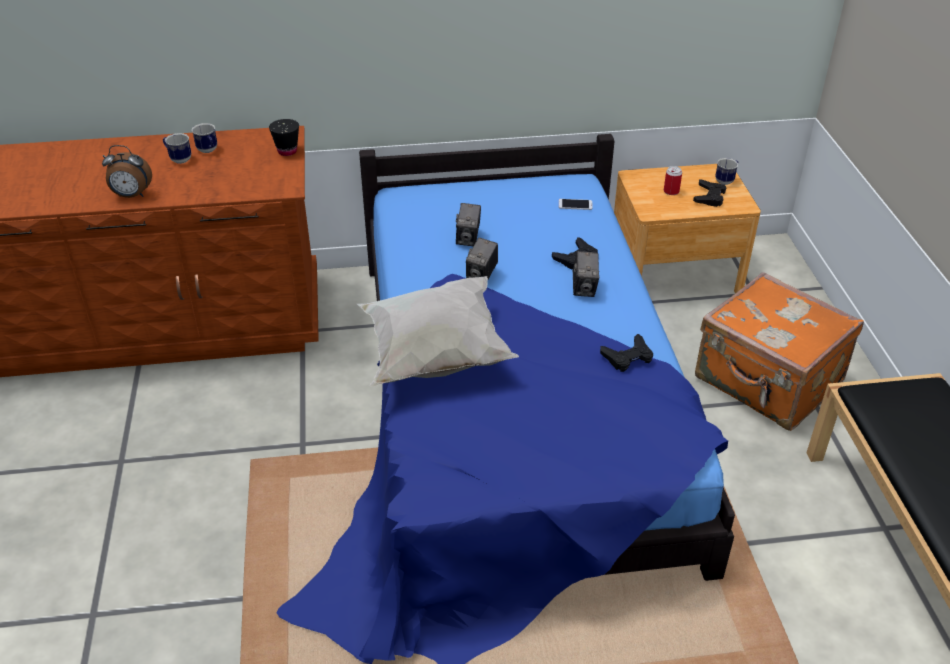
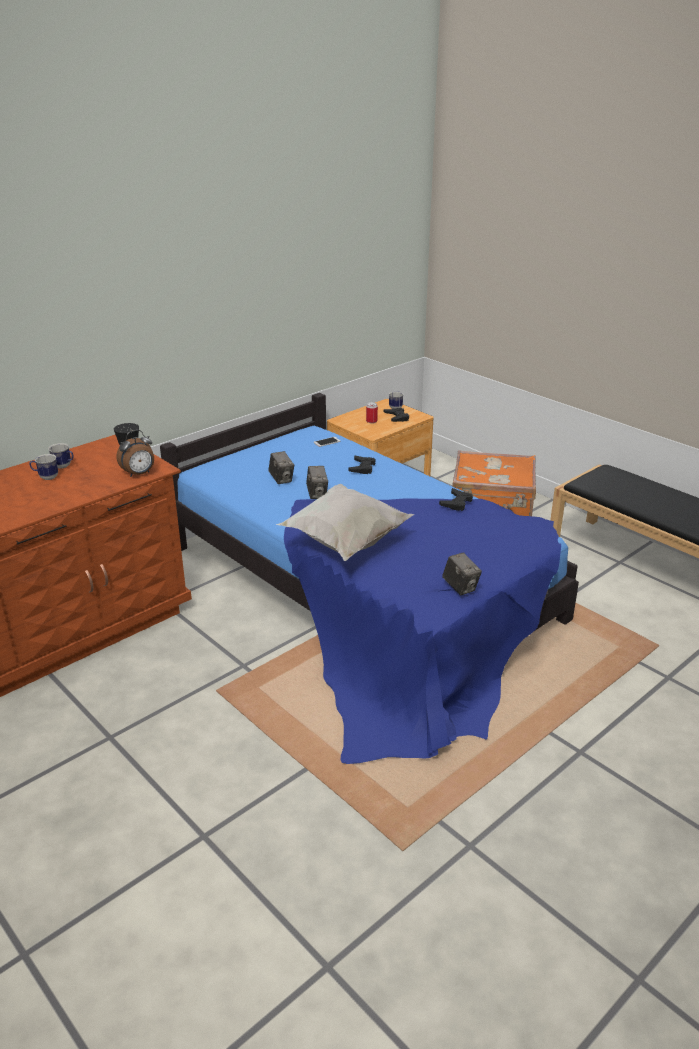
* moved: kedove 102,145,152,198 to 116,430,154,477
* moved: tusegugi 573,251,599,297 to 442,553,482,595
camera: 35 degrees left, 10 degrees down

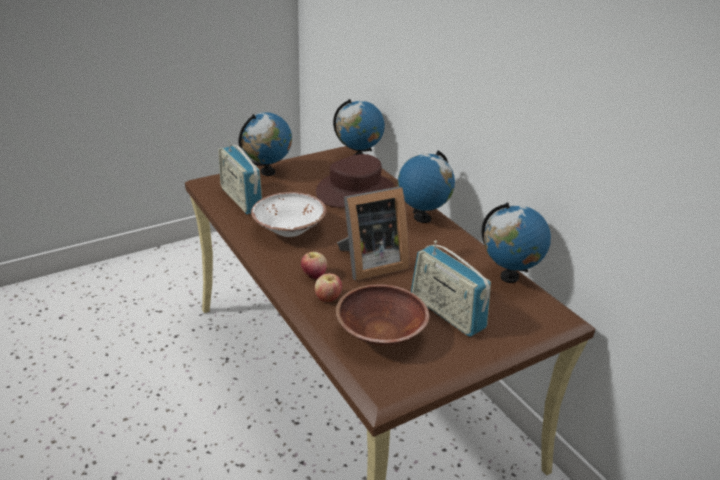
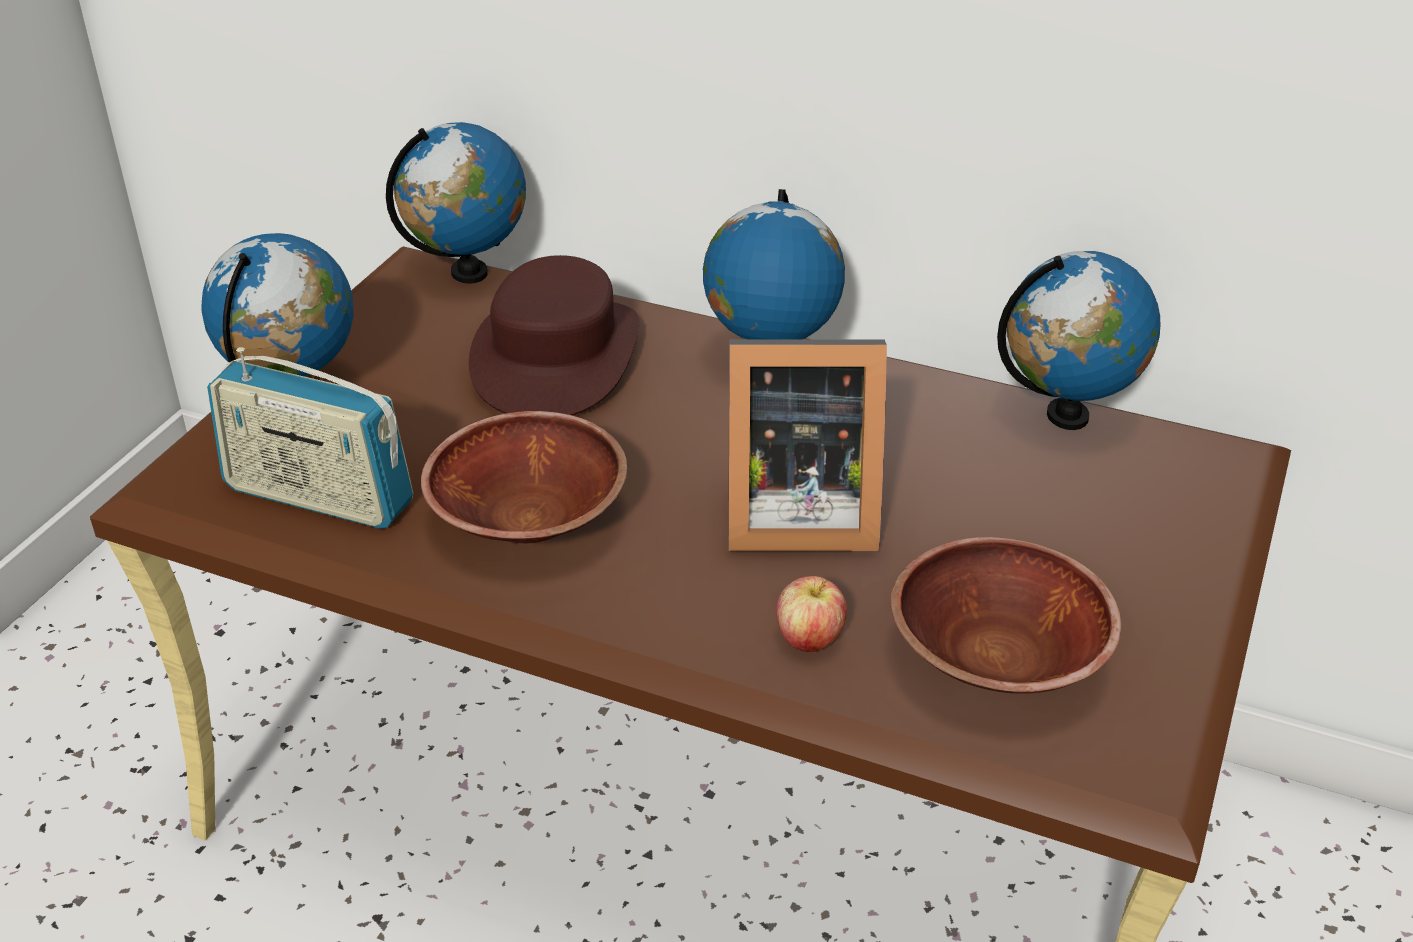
* recoloured: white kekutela 251,192,326,237 to brown kekutela 421,411,627,544
* removed: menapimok 301,252,327,279
* turned: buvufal 337,187,410,281 = 728,339,887,551 60 degrees clockwise
* removed: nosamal 411,240,491,336
camera: 35 degrees left, 5 degrees up

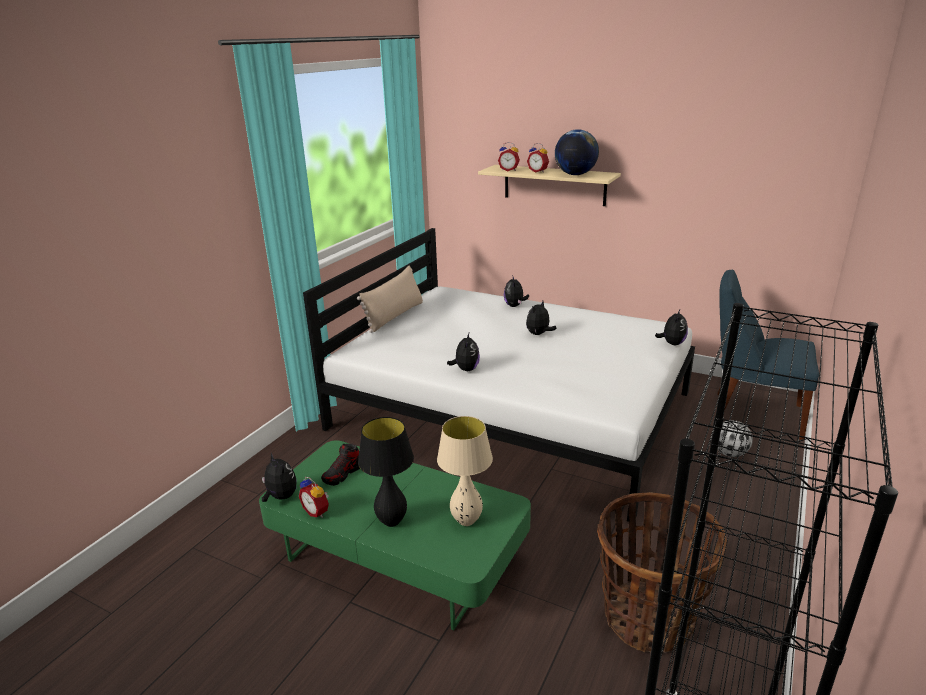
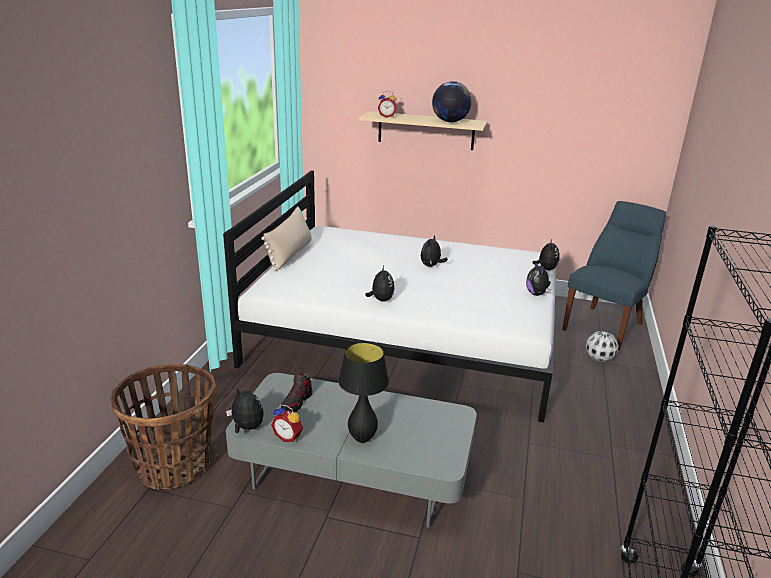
* recoloured: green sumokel 259,440,531,630 to grey sumokel 226,373,477,528
* removed: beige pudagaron 437,416,493,526
* moved: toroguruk 504,277,529,307 to 526,261,551,296
* removed: kedove 527,143,549,173
* moved: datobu 597,492,727,653 to 110,364,216,490
* turned: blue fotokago 717,269,819,440 = 562,201,666,350 120 degrees clockwise
camera: 15 degrees left, 0 degrees up

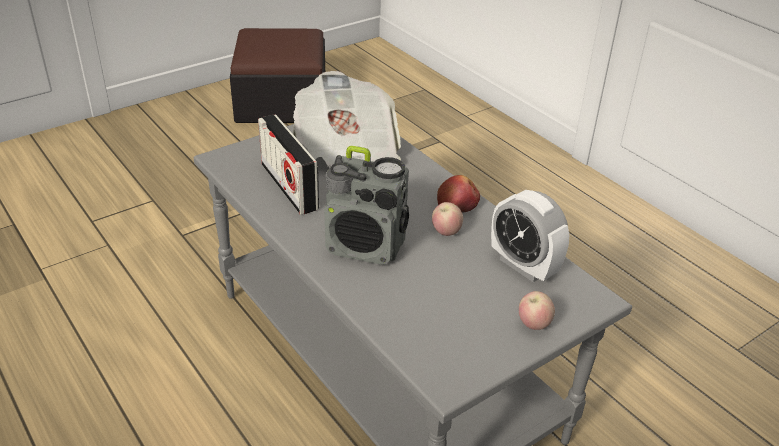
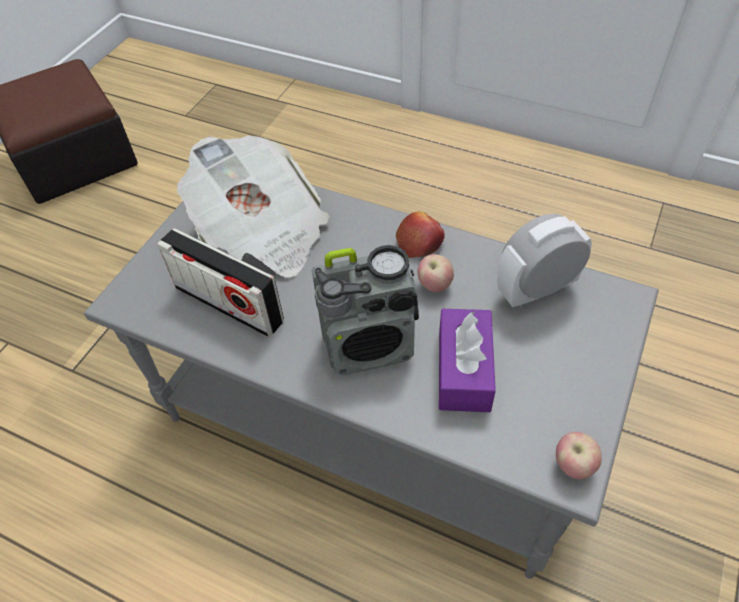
* turned: kedove 491,190,569,282 = 497,214,592,309 135 degrees clockwise
* moved: menapimok 519,291,555,330 to 556,432,602,479
* added: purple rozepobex 439,309,496,412
camera: 25 degrees left, 15 degrees up

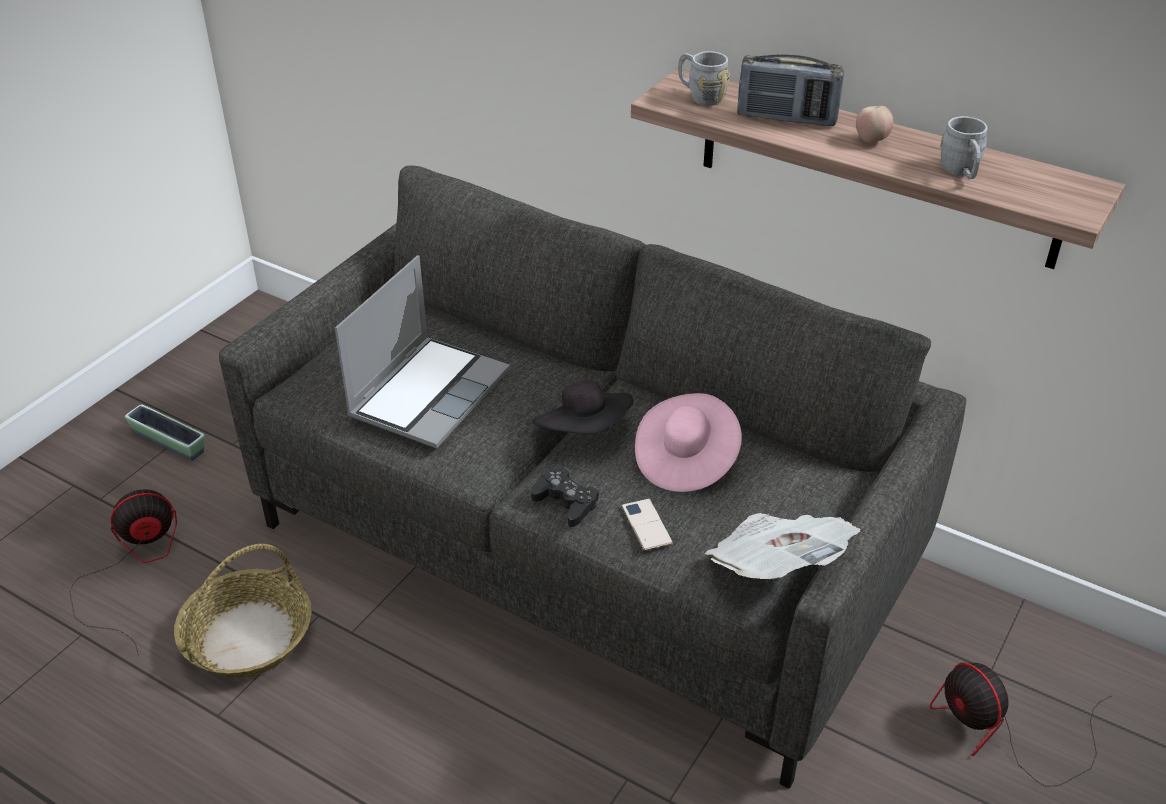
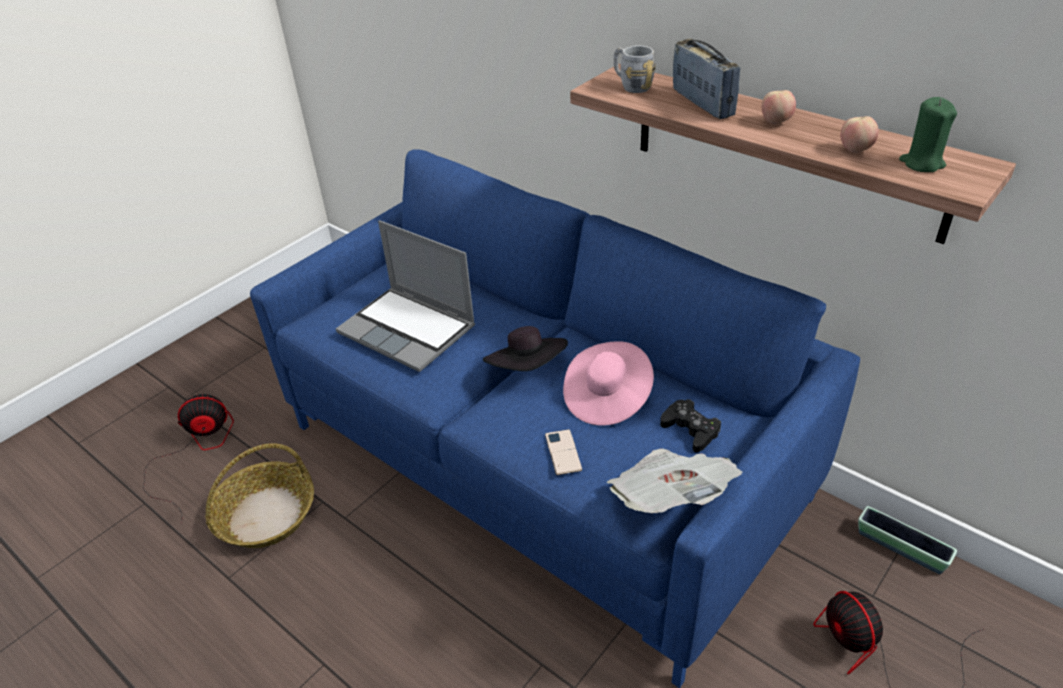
* moved: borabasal 125,404,205,461 to 858,506,957,574
* recoloured: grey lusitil 219,165,966,789 to blue lusitil 250,149,860,688
* turned: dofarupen 335,255,510,449 = 336,220,475,372 90 degrees clockwise
* moved: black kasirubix 531,467,599,527 to 660,399,721,452
* turned: nosamal 737,54,844,126 = 673,39,740,119 135 degrees counterclockwise
* replaced: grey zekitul 940,116,988,179 to menapimok 840,116,879,153
* added: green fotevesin 899,97,957,172
camera: 10 degrees right, 0 degrees up

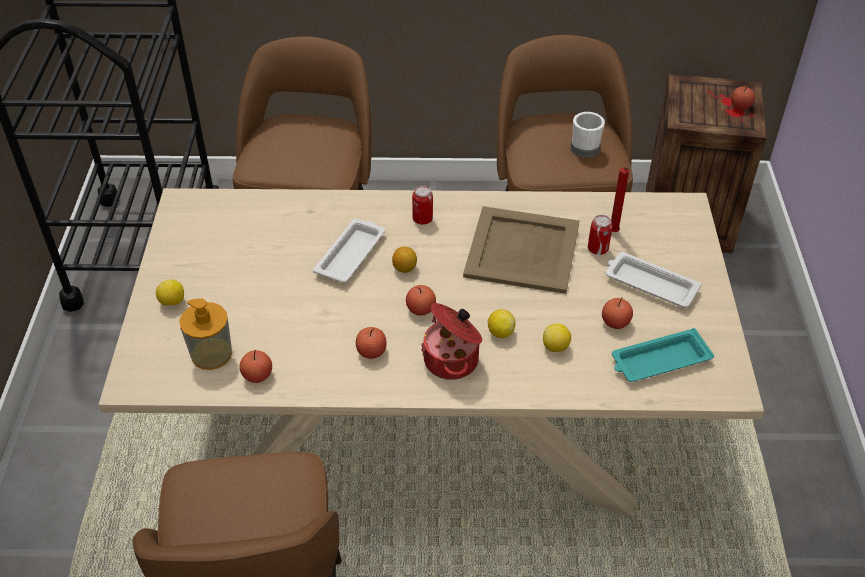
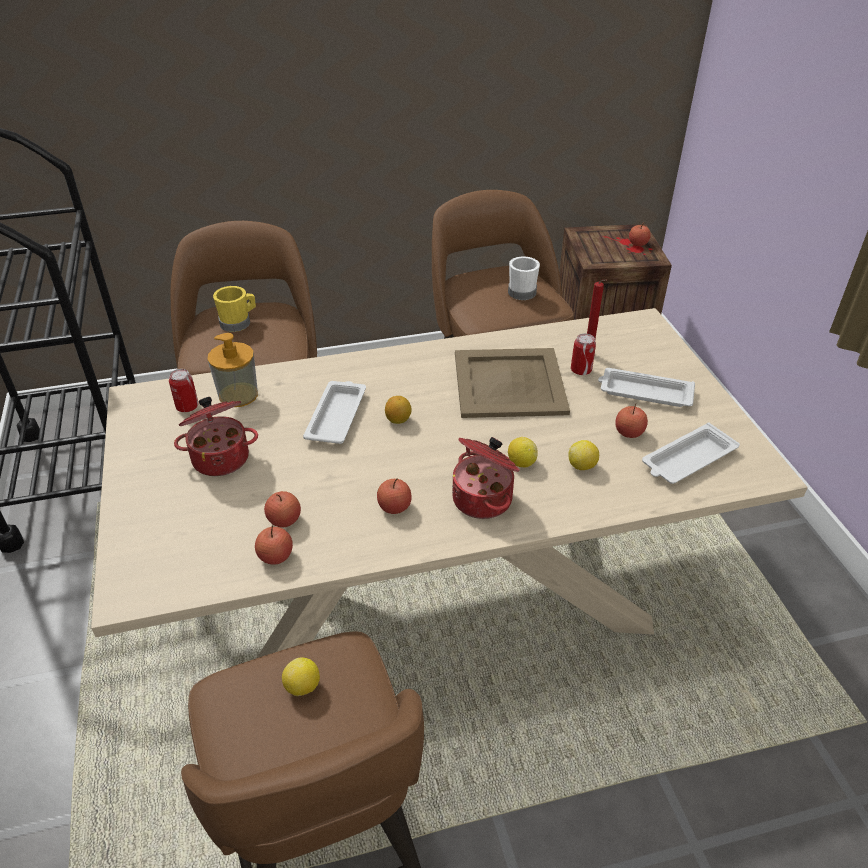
* moved: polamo 156,279,184,306 to 282,657,320,696
* moved: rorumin 179,298,232,370 to 208,333,258,407
* moved: menapimok 406,285,436,316 to 264,491,301,527
* moved: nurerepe 412,185,433,225 to 169,369,199,412
* recoloured: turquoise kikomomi 612,328,714,382 to white kikomomi 642,423,740,484
* added: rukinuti 174,397,258,476
* added: yellow zekitul 213,286,256,332
camera: 15 degrees left, 5 degrees down

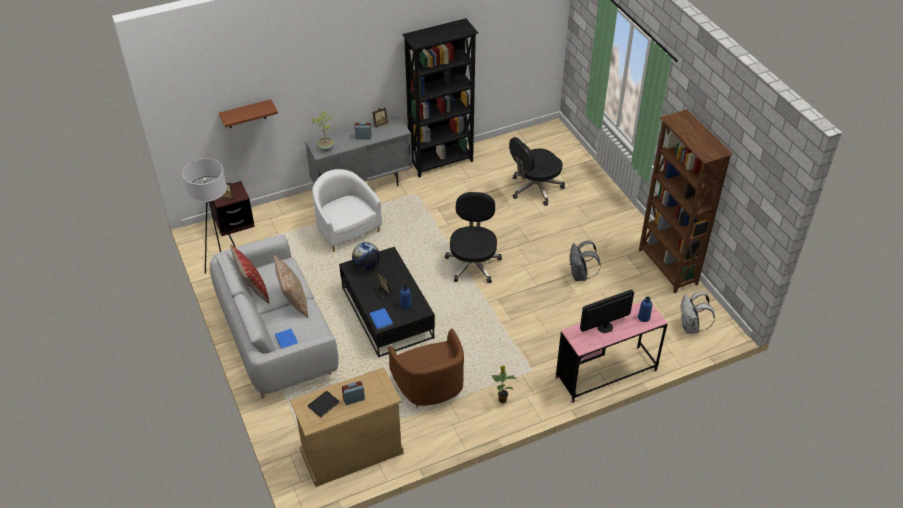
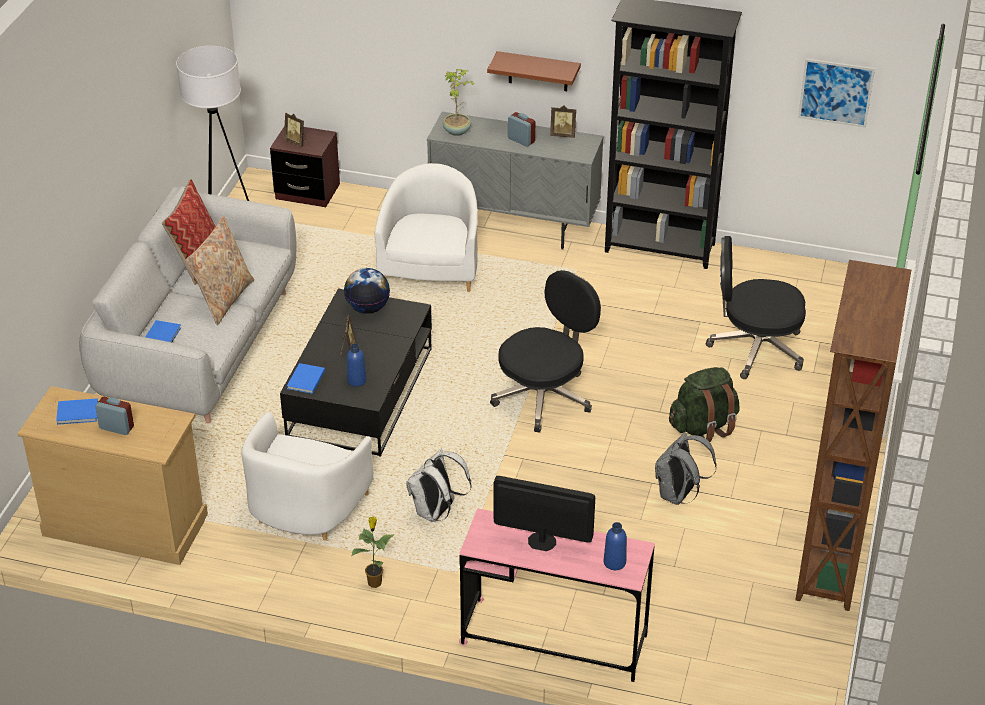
* moved: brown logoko 219,99,278,128 to 487,51,581,91
* recoloured: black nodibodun 308,391,339,418 to blue nodibodun 56,398,98,425
* recoloured: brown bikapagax 388,329,464,408 to white bikapagax 241,412,374,540
* moved: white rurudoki 681,292,715,334 to 406,449,472,522
* added: green rurudoki 669,367,740,442
* added: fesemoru 798,59,875,128
camera: 40 degrees right, 5 degrees down

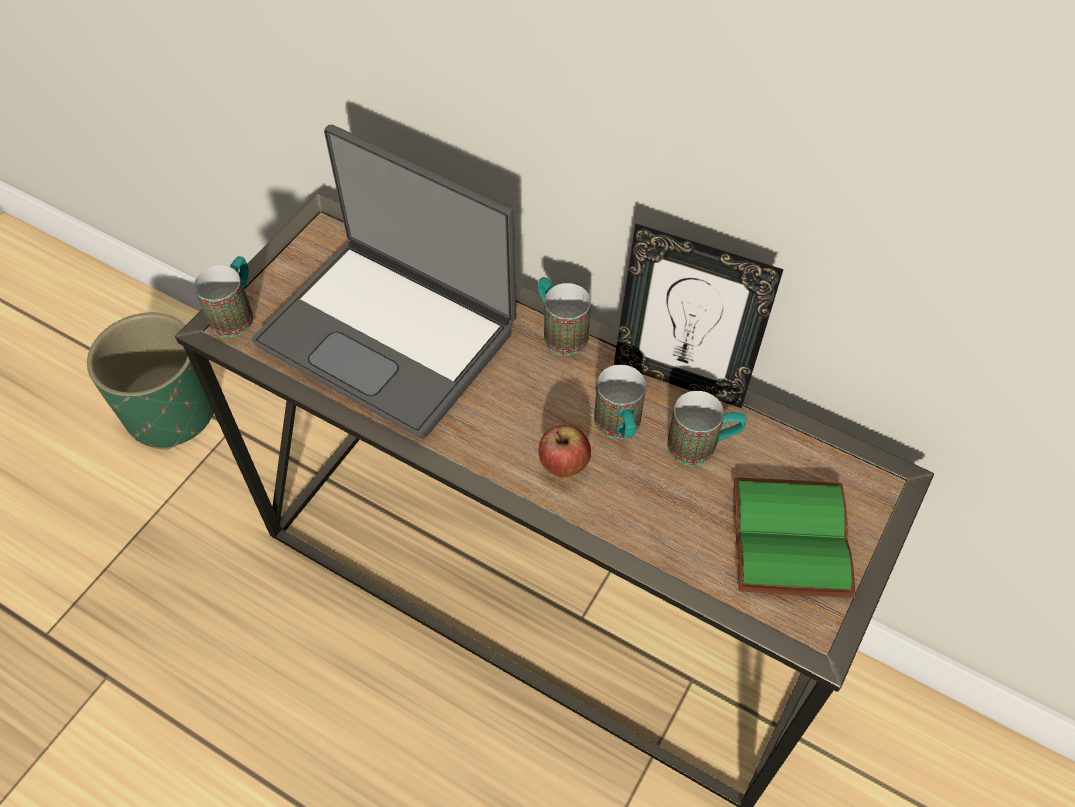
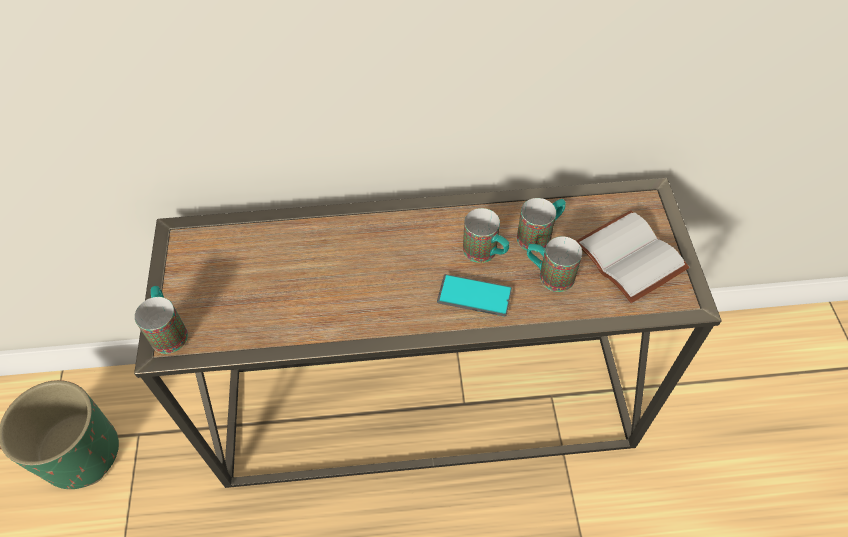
* removed: dofarupen 252,125,516,438
* moved: zekitul 538,277,591,356 to 527,236,582,292
* replaced: menapimok 538,425,591,478 to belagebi 437,274,512,317
* removed: buvufal 614,223,784,408
* recoloured: green nodibodun 733,477,855,598 to white nodibodun 576,210,690,303
camera: 35 degrees left, 0 degrees up

